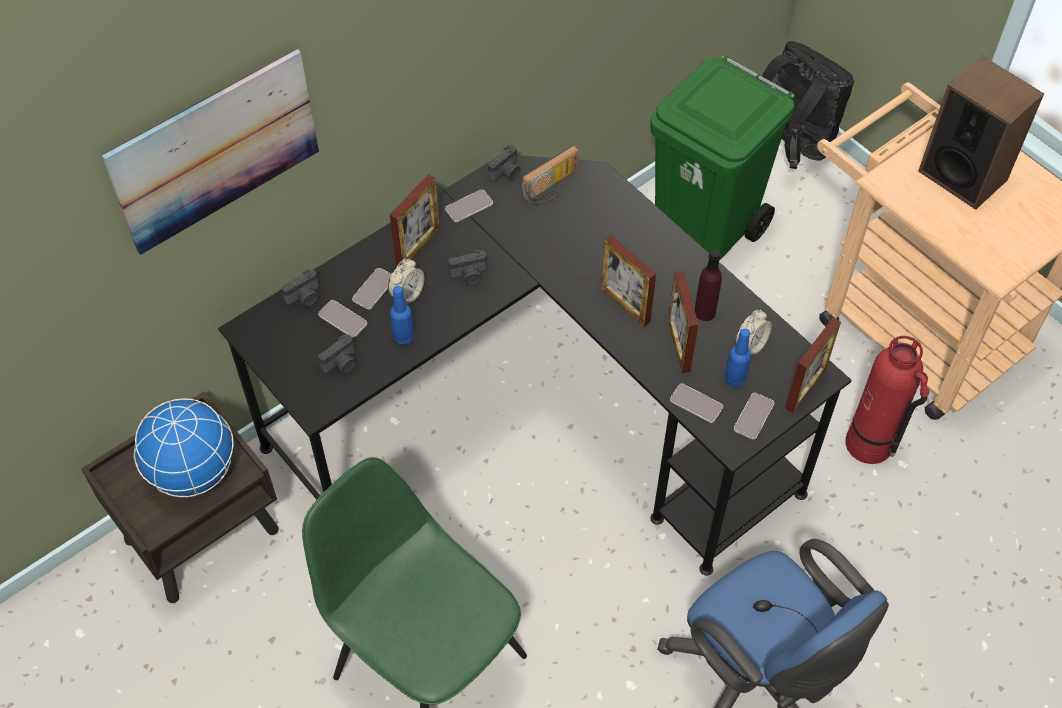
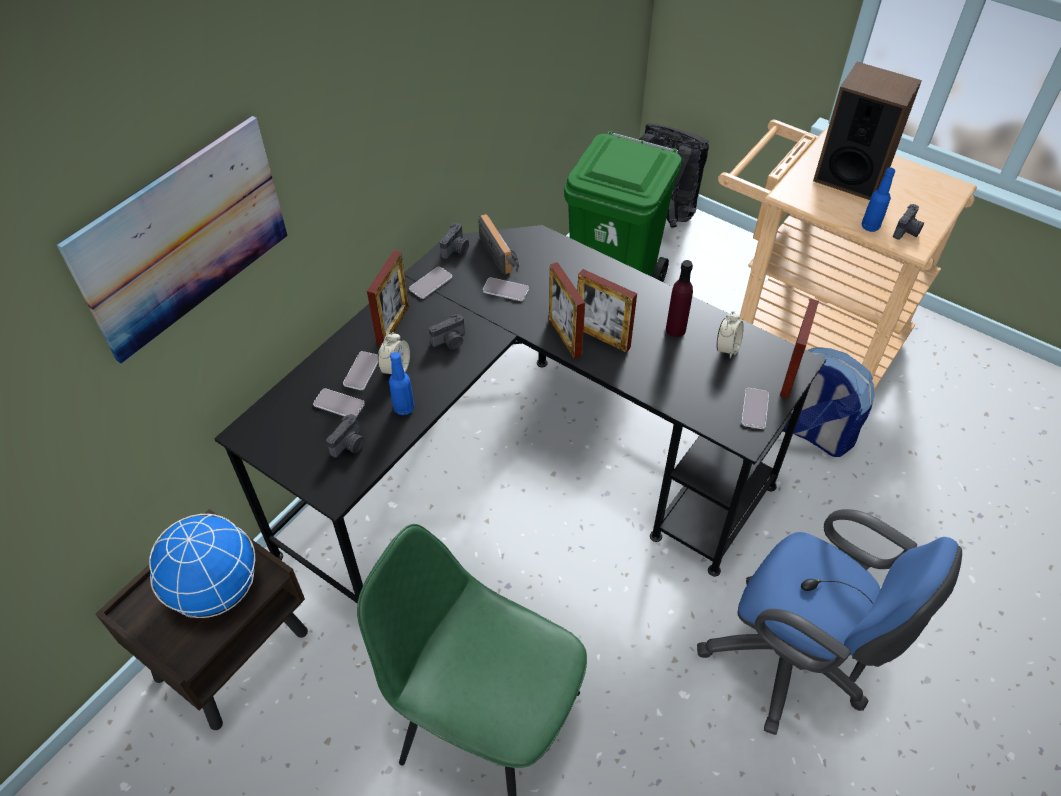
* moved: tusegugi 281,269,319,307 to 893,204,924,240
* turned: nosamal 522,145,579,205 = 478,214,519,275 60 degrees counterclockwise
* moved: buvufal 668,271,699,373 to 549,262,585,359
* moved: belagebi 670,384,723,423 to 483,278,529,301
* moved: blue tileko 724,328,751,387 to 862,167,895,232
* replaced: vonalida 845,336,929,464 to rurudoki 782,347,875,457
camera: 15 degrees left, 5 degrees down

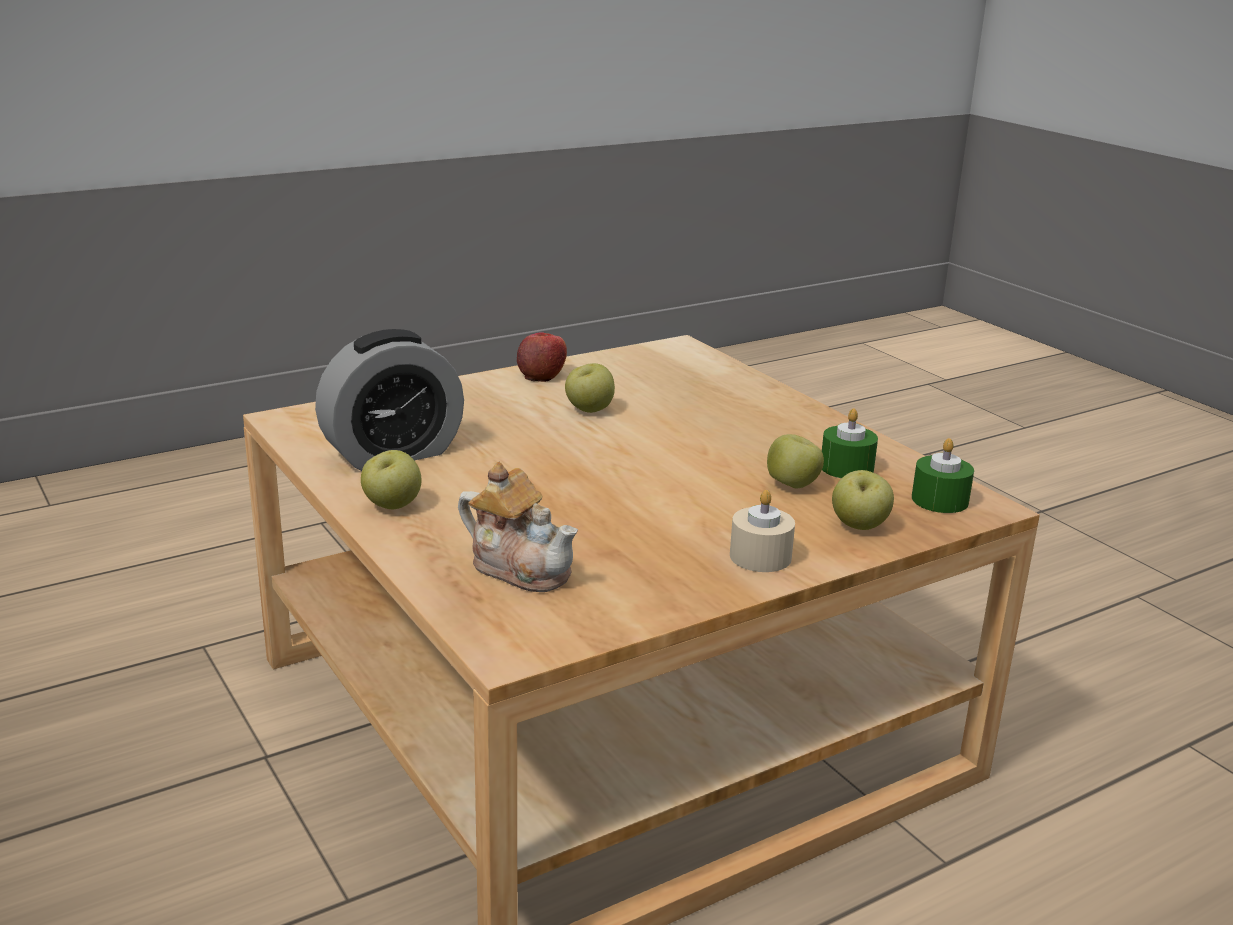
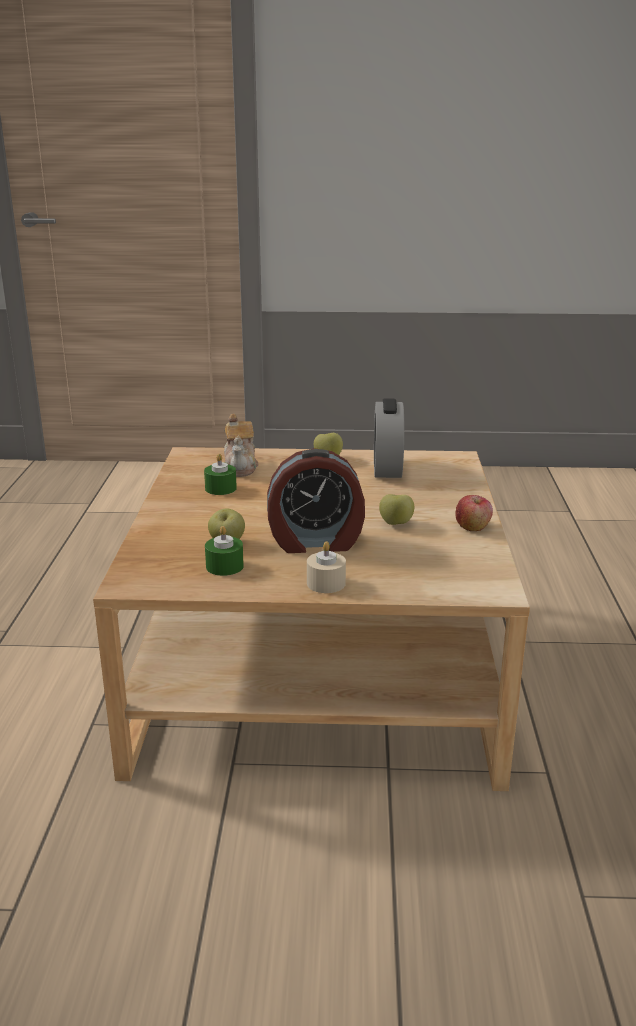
* turned: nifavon 458,462,578,592 = 224,414,258,477 75 degrees counterclockwise
* moved: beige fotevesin 730,490,795,572 to 307,541,346,593
* removed: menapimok 832,470,894,530
* moved: green fotevesin 912,438,974,513 to 204,454,237,495
* added: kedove 267,448,365,553
camera: 125 degrees right, 0 degrees up

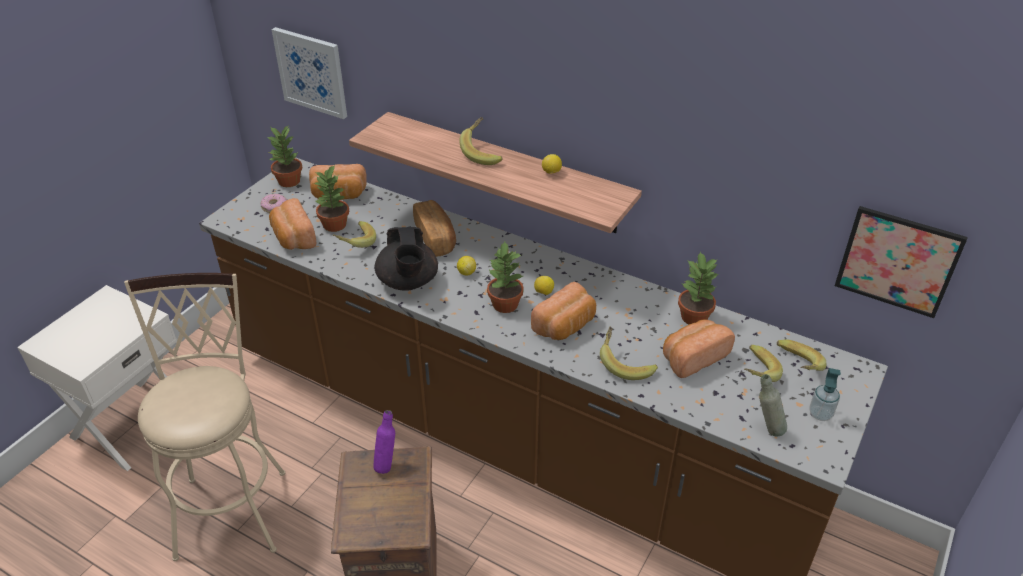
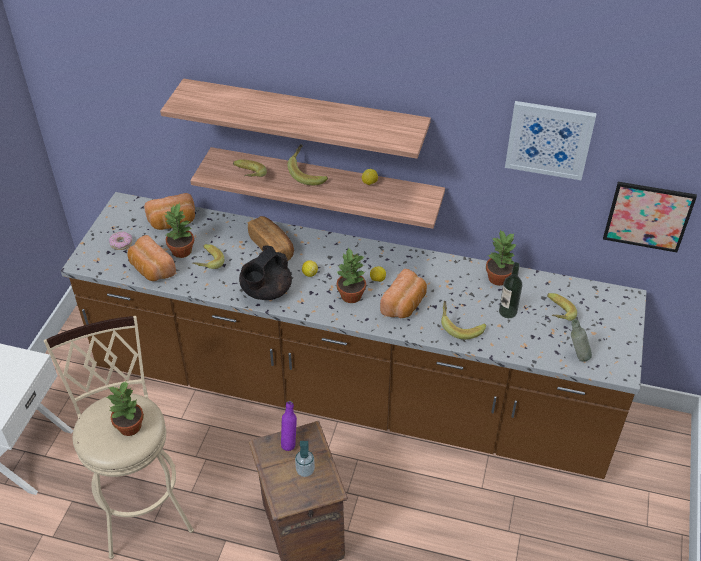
* moved: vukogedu 268,126,302,187 to 106,381,144,436
* moved: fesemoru 272,27,347,119 to 505,101,597,180
* turned: black nifavon 375,227,438,291 = 239,245,292,300 60 degrees clockwise
* replaced: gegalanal 663,319,735,378 to tileko 499,262,522,318
* moved: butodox 777,339,827,371 to 233,159,267,177
* moved: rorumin 809,368,841,421 to 295,441,315,477
* added: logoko 160,79,431,159
camera: 15 degrees left, 5 degrees up

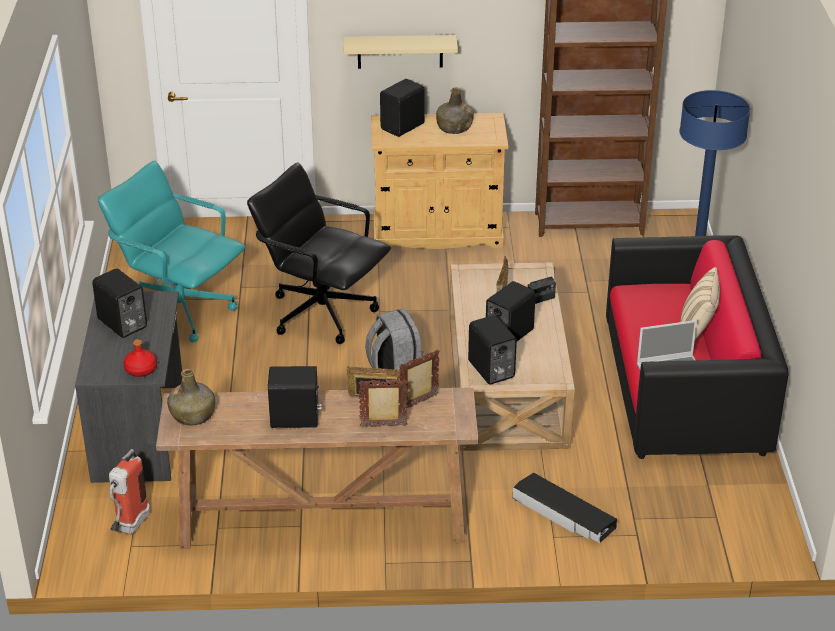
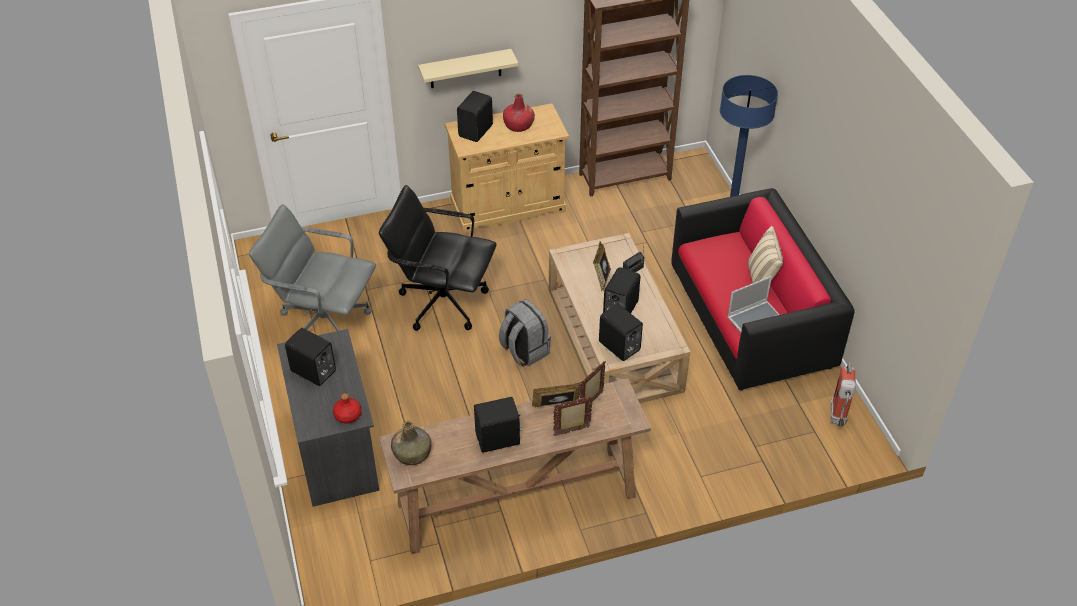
* recoloured: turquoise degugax 98,161,246,342 to grey degugax 249,204,376,331
* moved: vonalida 109,449,150,535 to 830,363,856,427
* recoloured: green tileko 436,87,474,134 to red tileko 503,93,535,132
* removed: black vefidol 513,473,617,543
camera: 15 degrees left, 10 degrees up

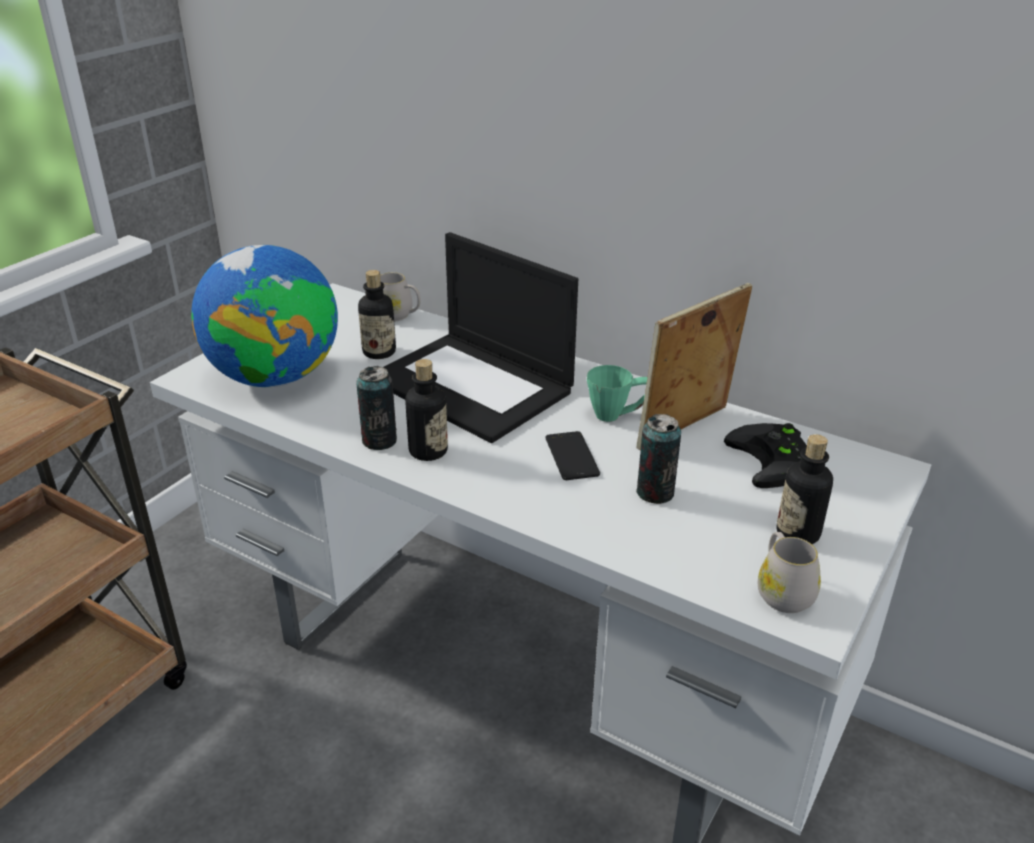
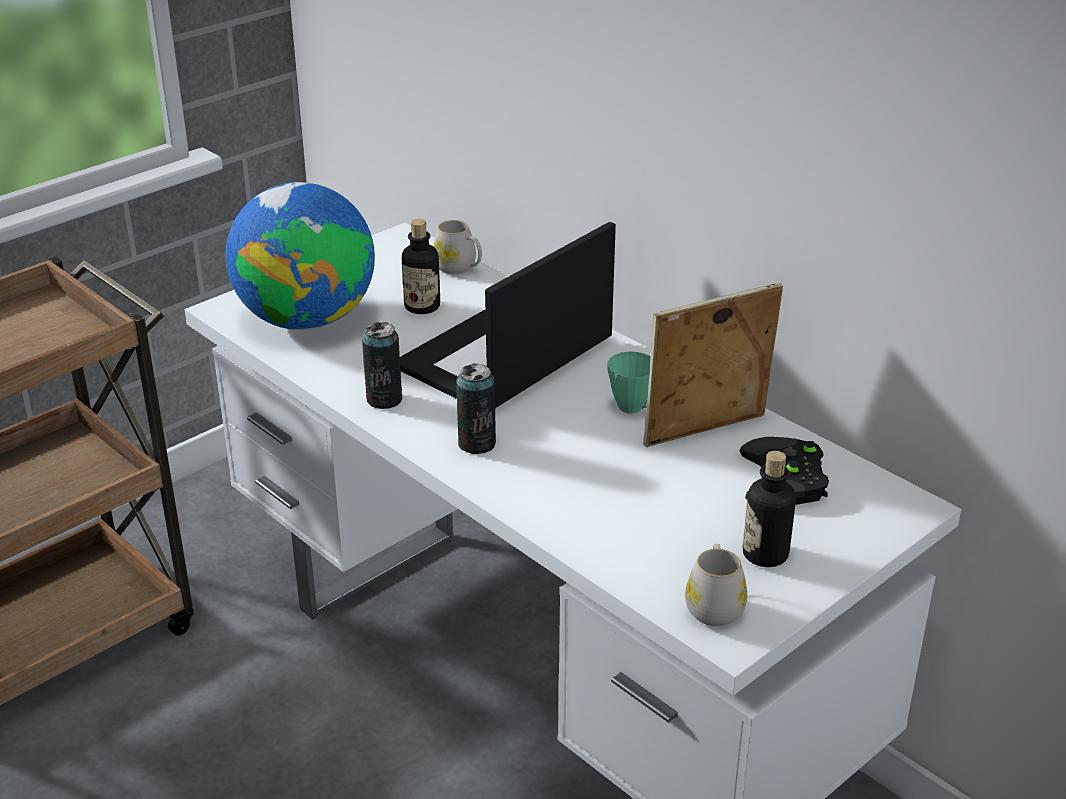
* turned: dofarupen 383,232,578,443 = 400,222,616,408 75 degrees clockwise
* removed: tileko 405,359,448,461
* removed: belagebi 545,431,600,480
* moved: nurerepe 636,414,681,504 to 456,364,496,454
camera: 15 degrees right, 0 degrees up

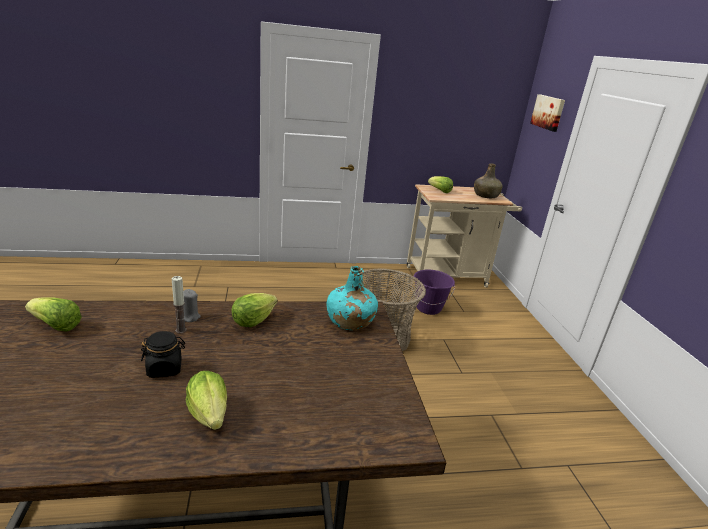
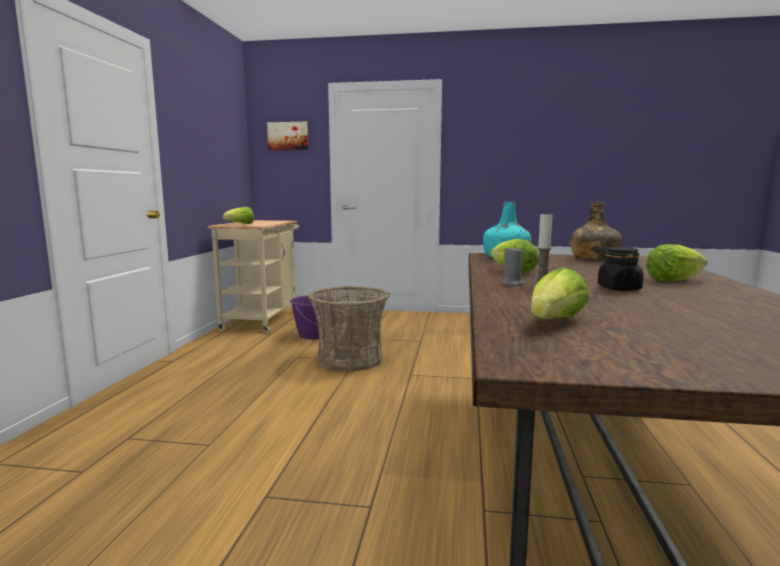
* moved: green tileko 474,163,502,198 to 570,202,622,260
camera: 70 degrees left, 15 degrees down

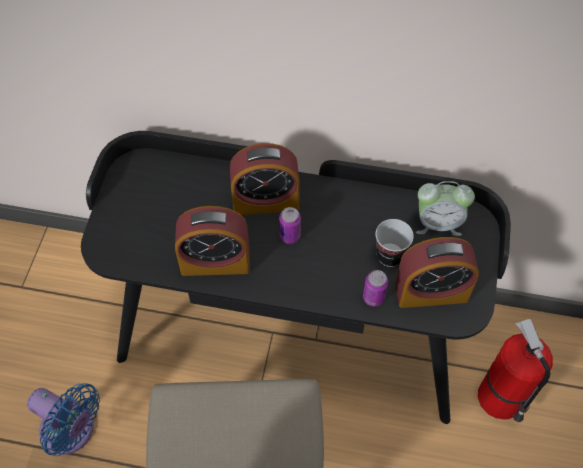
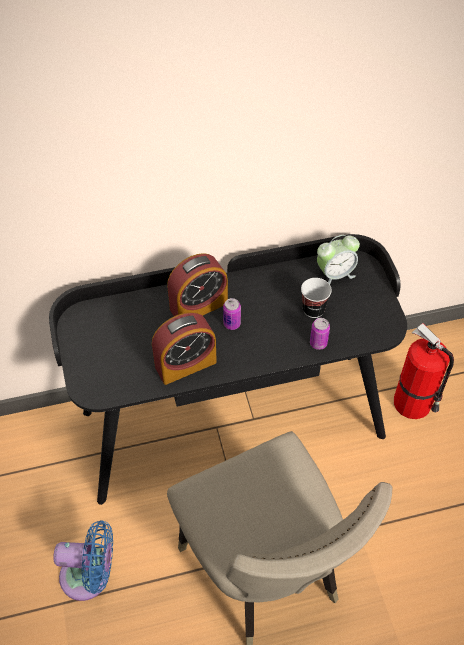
* removed: kedove 395,237,479,308
camera: 25 degrees left, 5 degrees down

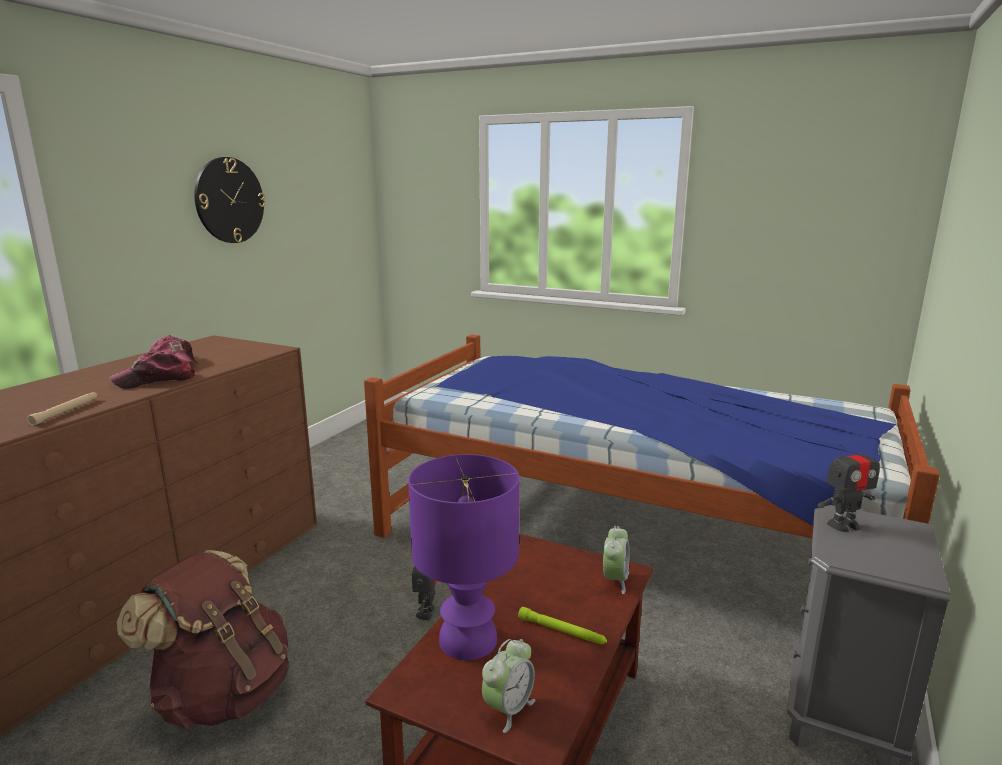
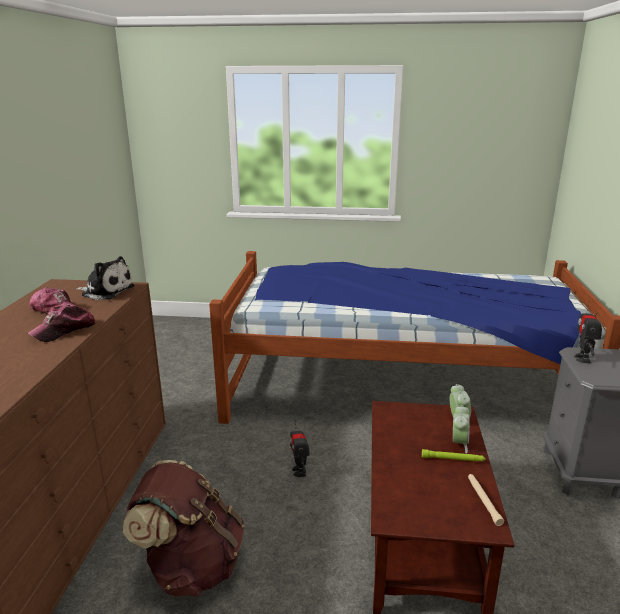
* moved: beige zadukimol 27,392,98,426 to 468,474,504,526
* removed: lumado 194,157,266,243
* removed: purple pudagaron 408,454,520,660
* moved: kedove 482,639,535,733 to 453,405,470,453
* turned: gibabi 817,441,880,532 = 574,301,602,363 135 degrees clockwise
* added: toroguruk 76,256,134,300
camera: 20 degrees left, 5 degrees up

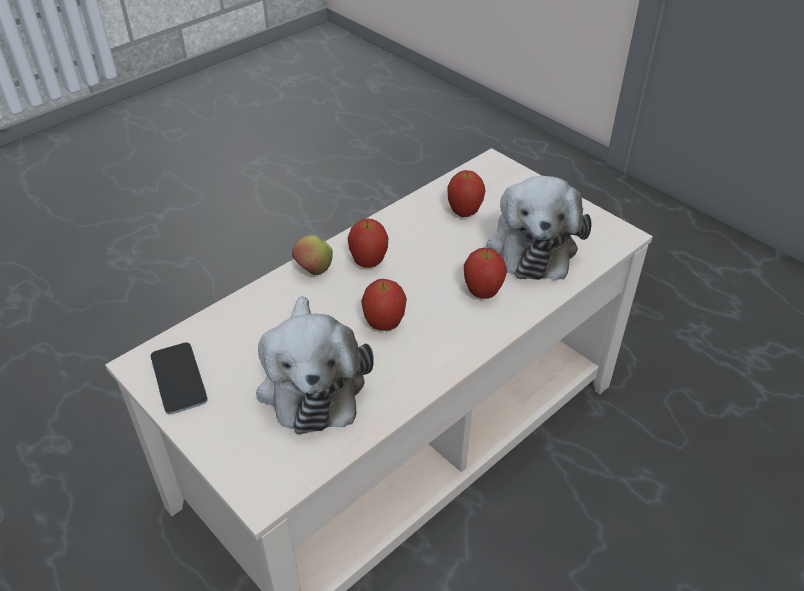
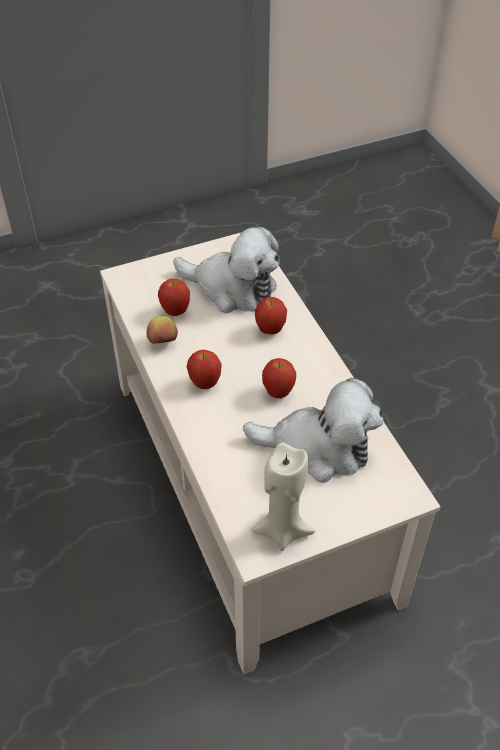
* replaced: belagebi 151,342,208,414 to beige fotevesin 251,443,315,551
* moved: menapimok 292,235,333,275 to 146,316,178,344
camera: 70 degrees left, 5 degrees up

